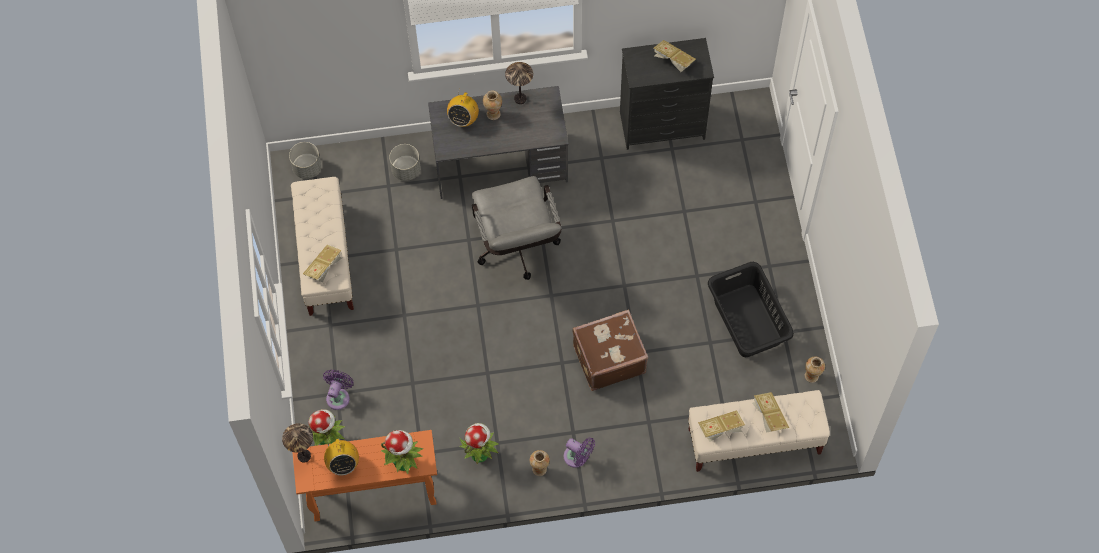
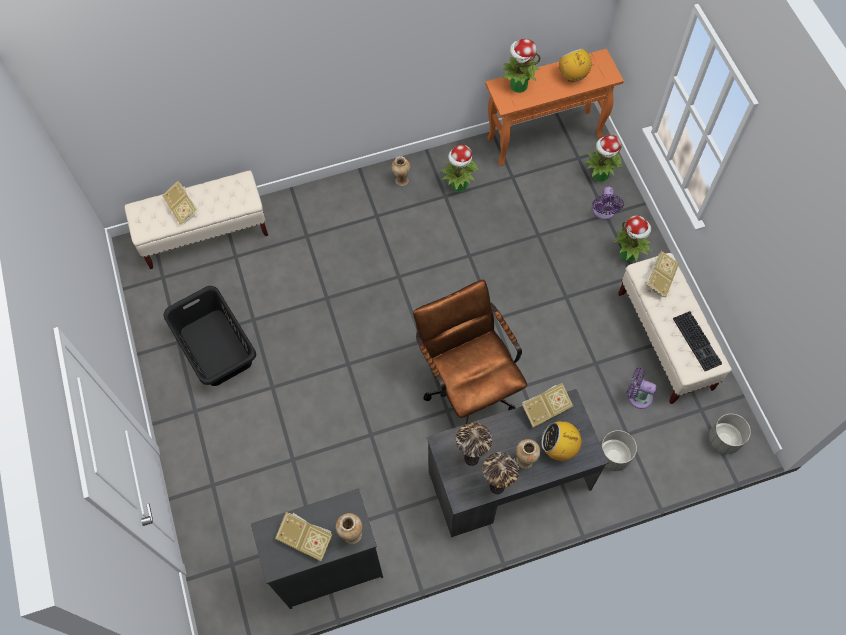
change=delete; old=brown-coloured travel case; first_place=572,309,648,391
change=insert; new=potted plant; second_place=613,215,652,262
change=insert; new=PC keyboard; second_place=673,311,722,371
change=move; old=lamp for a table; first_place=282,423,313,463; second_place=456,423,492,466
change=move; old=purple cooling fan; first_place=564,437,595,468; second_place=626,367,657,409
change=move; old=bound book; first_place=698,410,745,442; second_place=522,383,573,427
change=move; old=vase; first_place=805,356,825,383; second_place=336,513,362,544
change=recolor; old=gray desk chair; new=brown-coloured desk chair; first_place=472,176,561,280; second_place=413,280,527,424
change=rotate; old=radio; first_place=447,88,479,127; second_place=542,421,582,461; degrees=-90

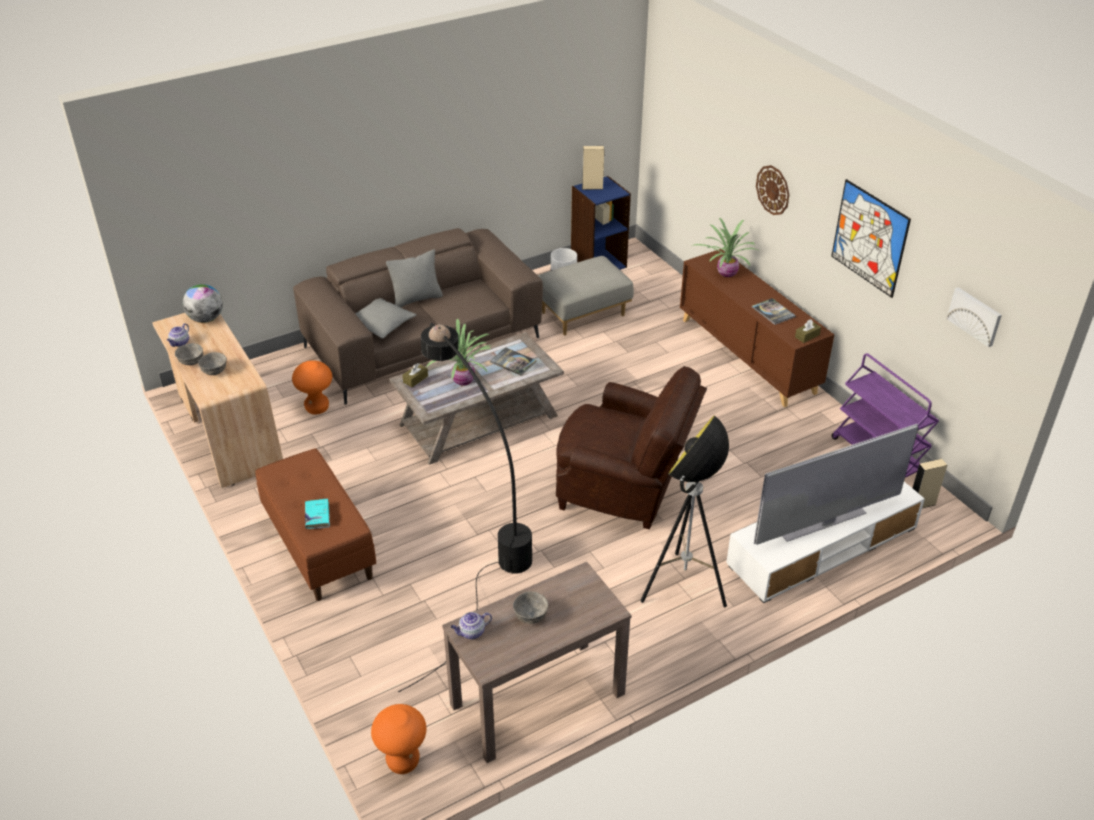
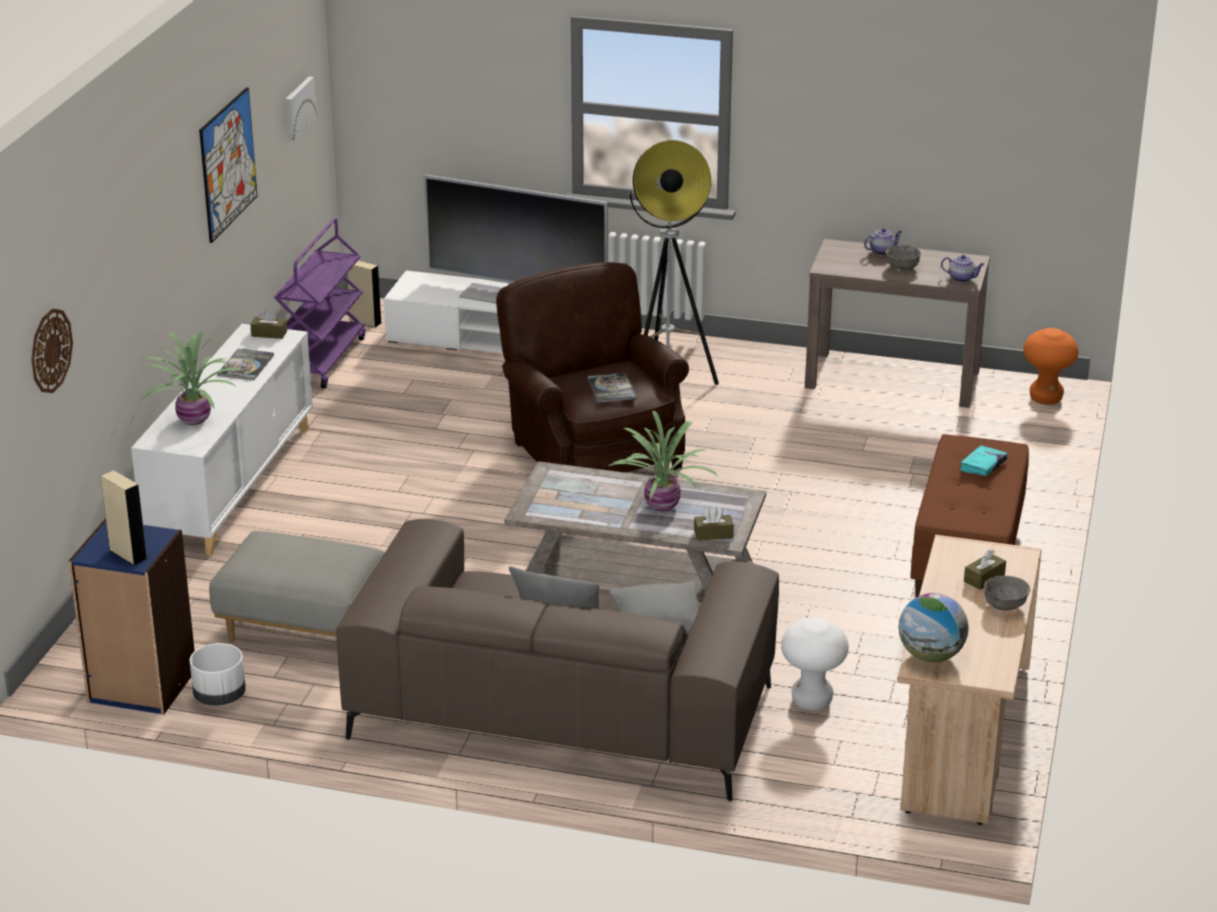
change=delete; old=black standard lamp; first_place=398,323,532,693
change=move; old=tea pot; first_place=167,323,189,347; second_place=864,228,902,255
change=move; old=bound book; first_place=490,347,537,375; second_place=587,372,637,403
change=move; old=hanging clock; first_place=756,165,789,215; second_place=31,309,73,393
change=replace; old=gray bowl; new=brown-coloured box of tissues; first_place=198,352,227,375; second_place=964,550,1006,590
change=recolor; old=orange-coloured sitting stool; new=white-coloured sitting stool; first_place=292,360,332,414; second_place=781,617,849,711
change=recolor; old=brown-coloured storage cabinet; new=white-coloured storage cabinet; first_place=680,249,834,407; second_place=131,324,313,556

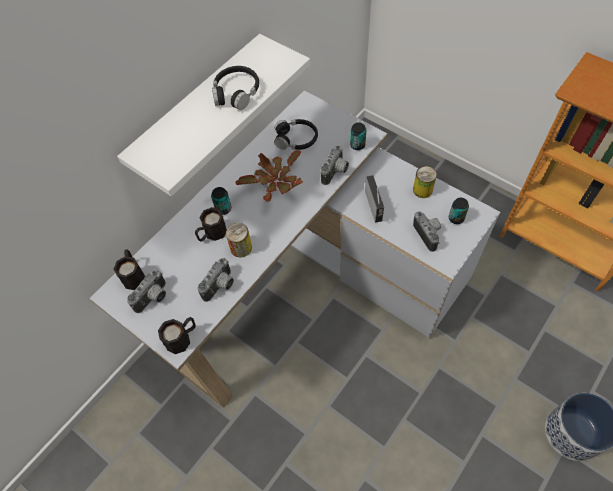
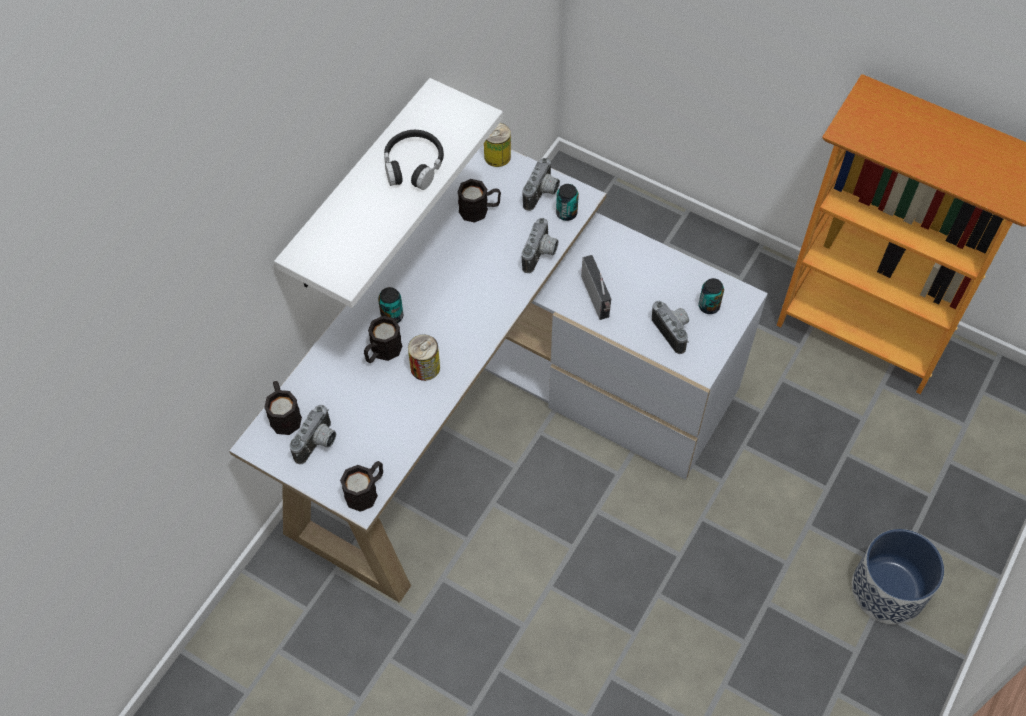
change=delete; old=potted plant; first_place=235,150,303,202
change=move; old=still camera; first_place=198,258,234,302; second_place=523,158,560,211
change=move; old=can; first_place=413,166,437,198; second_place=484,123,511,167
change=replace; old=black headphones; new=black mug; first_place=274,119,318,150; second_place=458,179,501,223

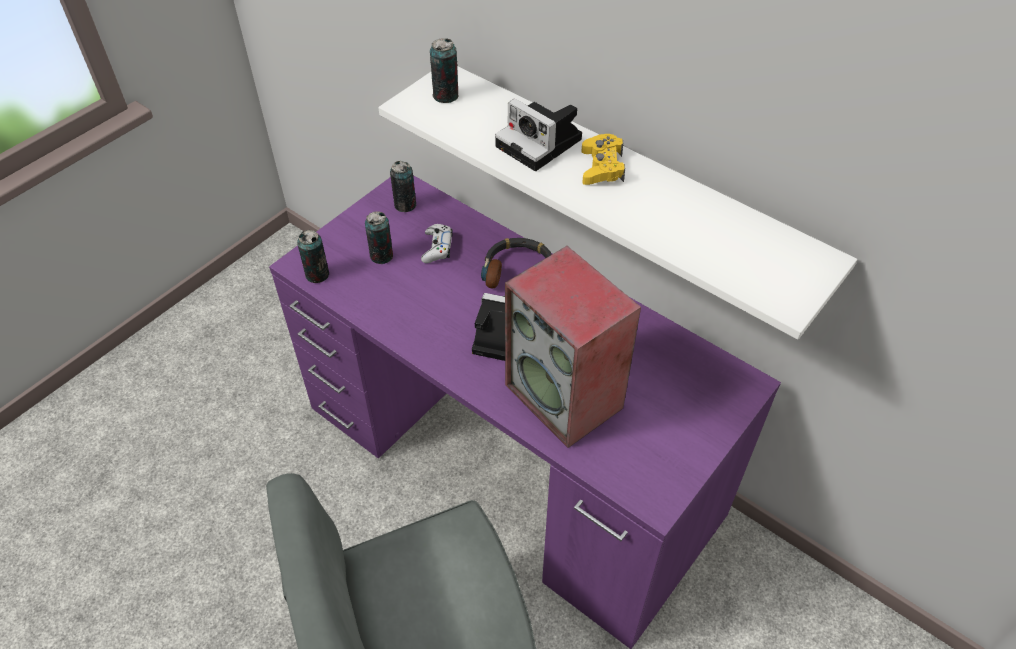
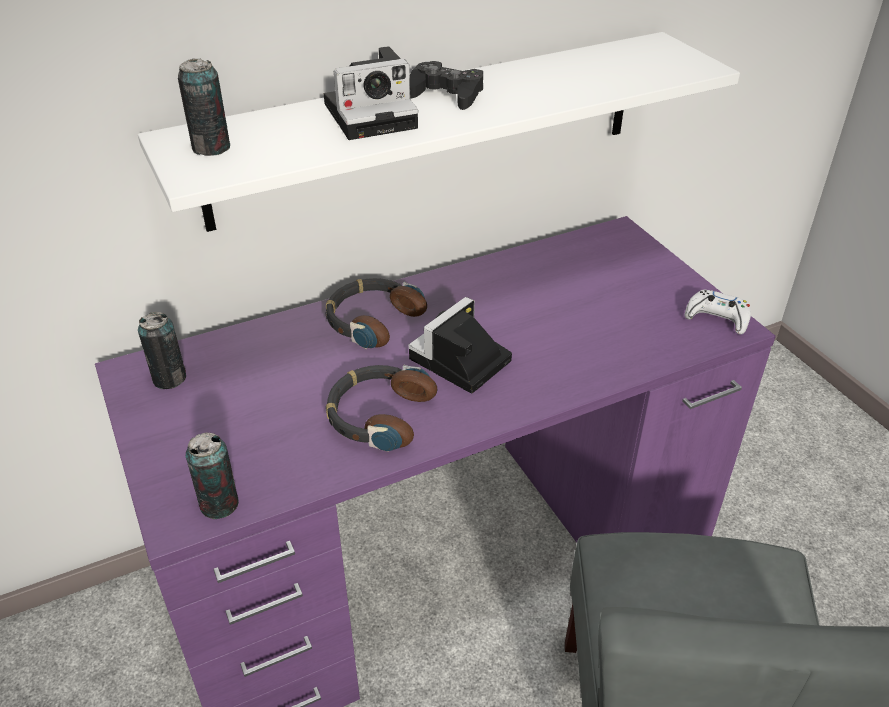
change=delete; old=can; first_place=365,211,393,264
change=delete; old=loudspeaker; first_place=505,246,641,448
change=insert; new=headphones; second_place=326,365,438,452
change=move; old=white-coloured joypad; first_place=421,224,453,263; second_place=684,290,751,334
change=recolor; old=yellow-coloured joypad; new=black joypad; first_place=582,134,625,185; second_place=410,61,483,110

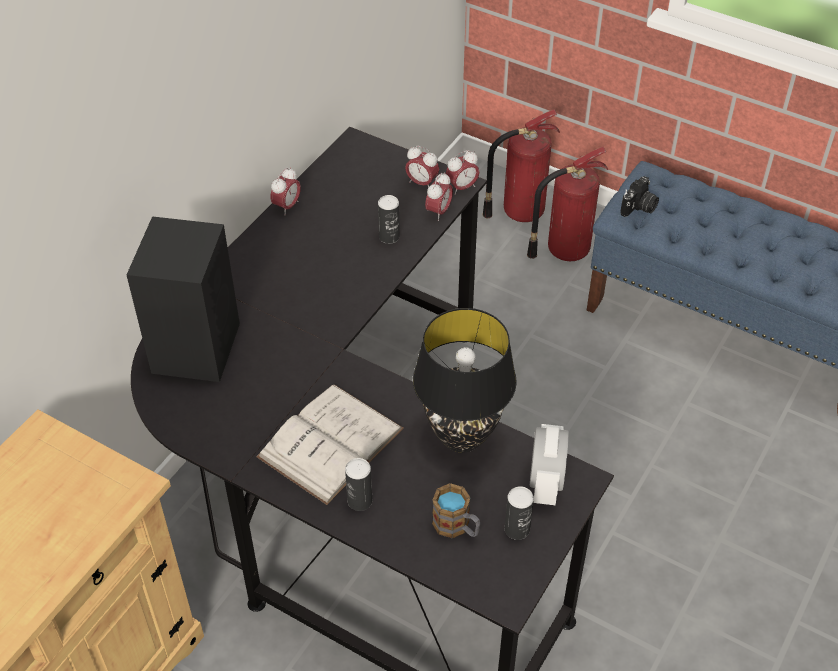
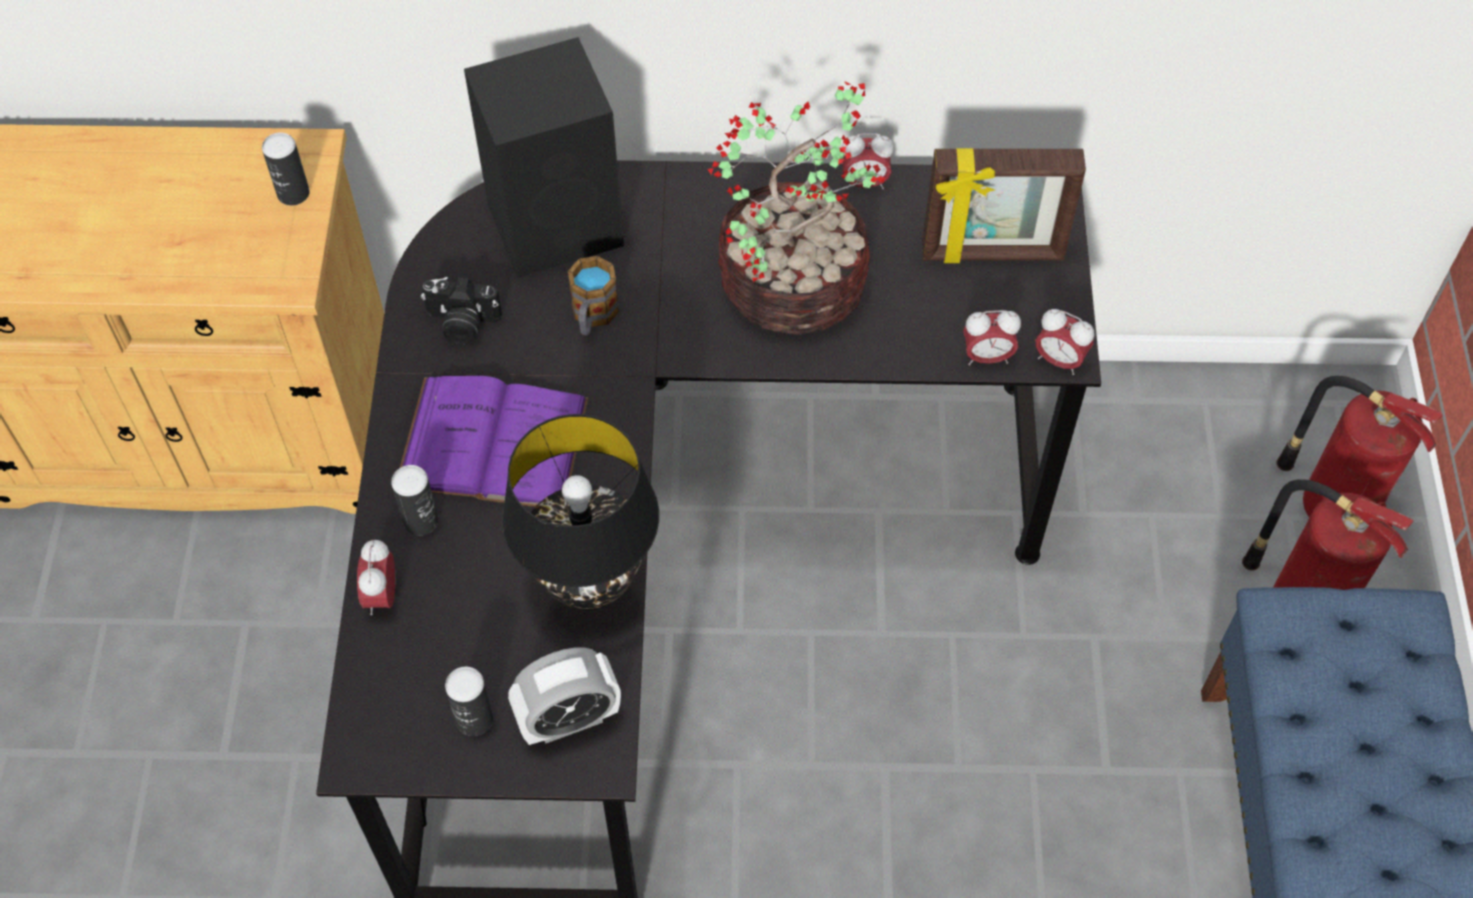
change=insert; new=potted plant; second_place=707,81,885,335
change=insert; new=picture frame; second_place=922,148,1086,263
change=move; old=can; first_place=378,195,400,244; second_place=262,132,310,206
change=move; old=bedside clock; first_place=405,146,439,188; second_place=357,540,395,615
change=move; old=mug; first_place=432,483,480,538; second_place=568,256,619,335
change=move; old=still camera; first_place=620,176,659,217; second_place=421,277,502,345
change=recolor; old=white-coloured bound book; new=purple bound book; first_place=257,384,404,505; second_place=400,376,588,507

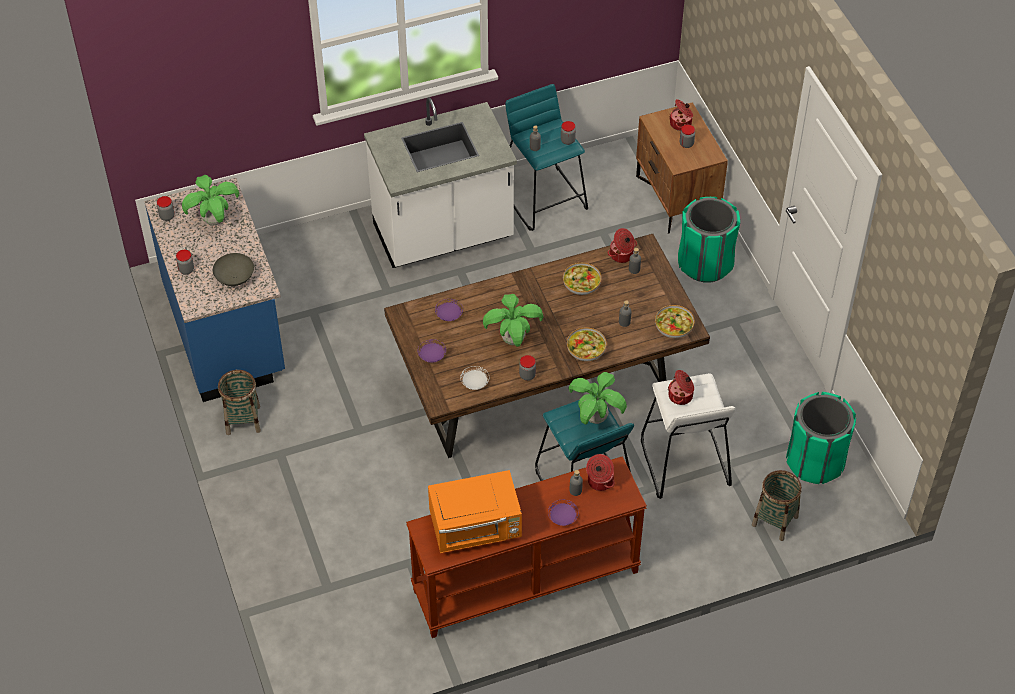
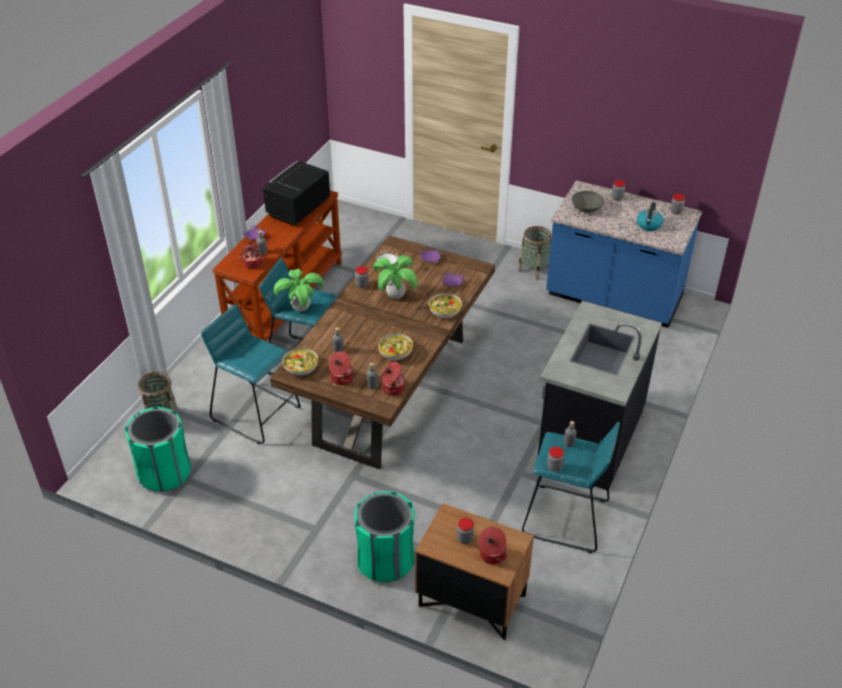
change=move; old=bowl; first_place=567,328,606,361; second_place=429,293,462,318
change=move; old=stockpot; first_place=668,370,694,405; second_place=329,351,353,385
change=replace; old=potted plant; new=water kettle; first_place=182,175,240,226; second_place=637,202,664,231
change=recolor; old=white-coloured counter; new=black counter; first_place=364,97,517,268; second_place=538,301,662,490
change=recolor; old=orange-coloured kitchen microwave; new=black kitchen microwave; first_place=428,470,522,553; second_place=263,161,330,226
change=recolor; old=white-coloured sitting stool; new=turquoise sitting stool; first_place=641,373,736,499; second_place=201,304,301,445

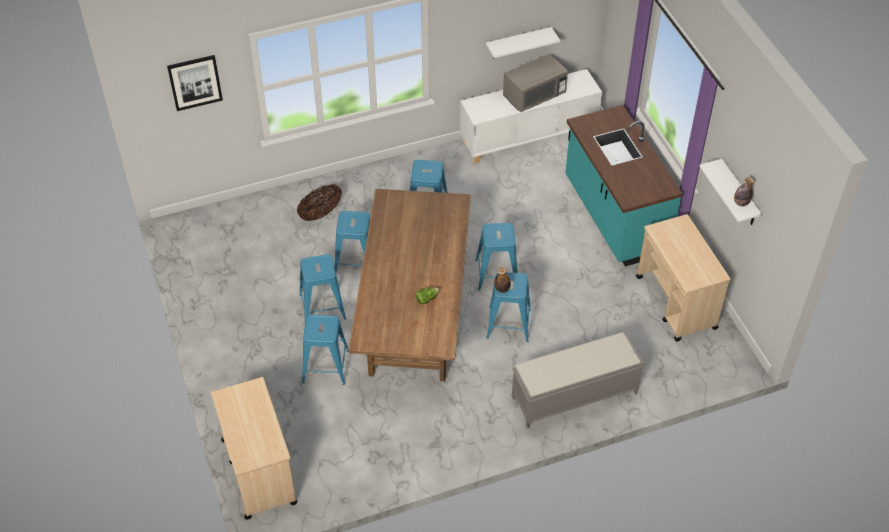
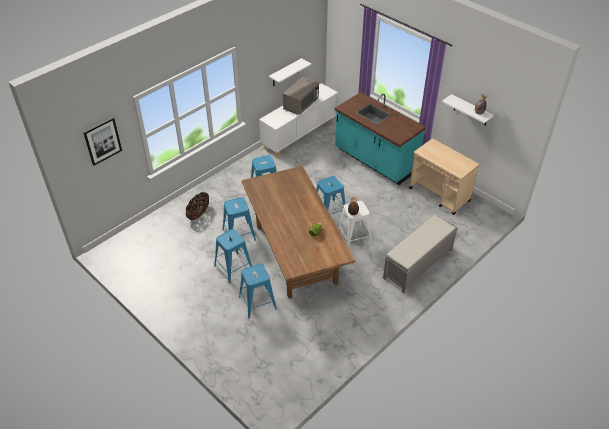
change=delete; old=sand-coloured cart; first_place=211,377,297,520
change=recolor; old=blue sitting stool; new=white-coloured sitting stool; first_place=486,272,531,342; second_place=338,201,372,247

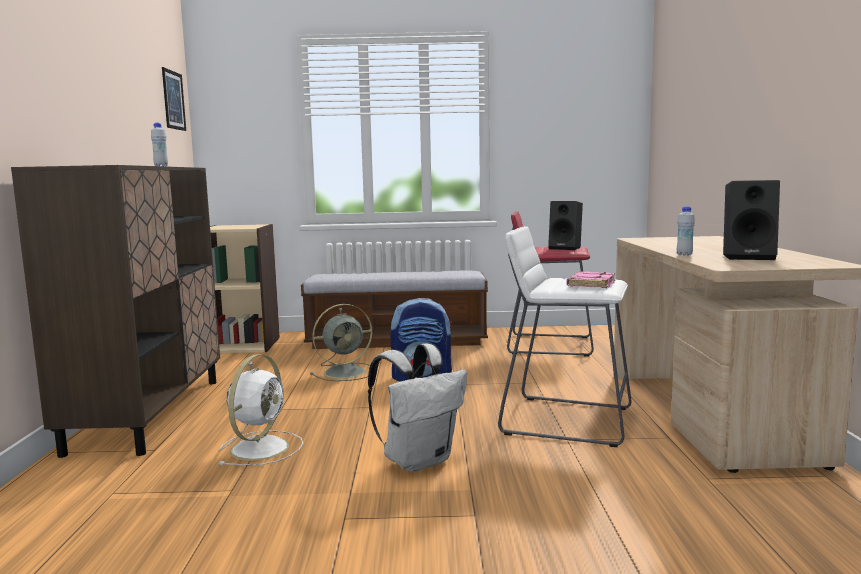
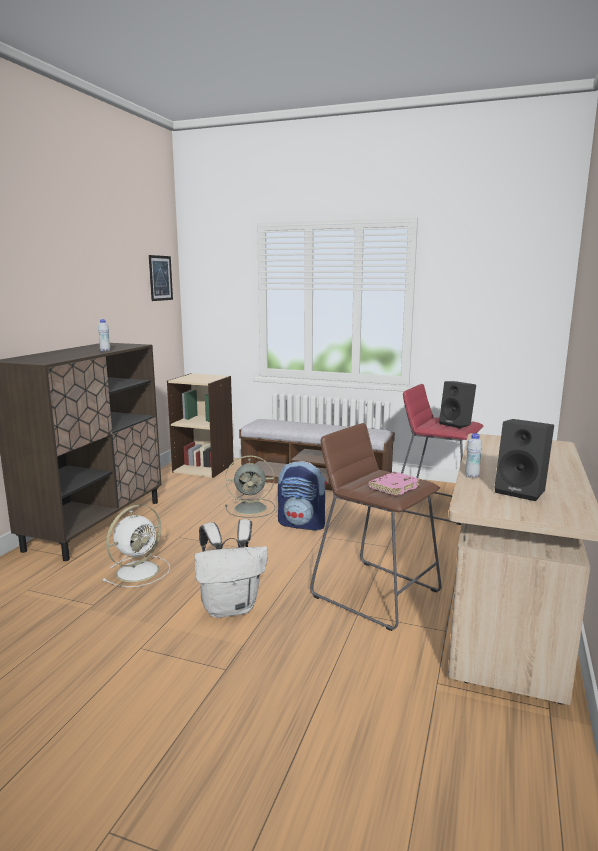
change=recolor; old=white-coloured sitting stool; new=brown-coloured sitting stool; first_place=498,226,632,447; second_place=310,423,442,631

